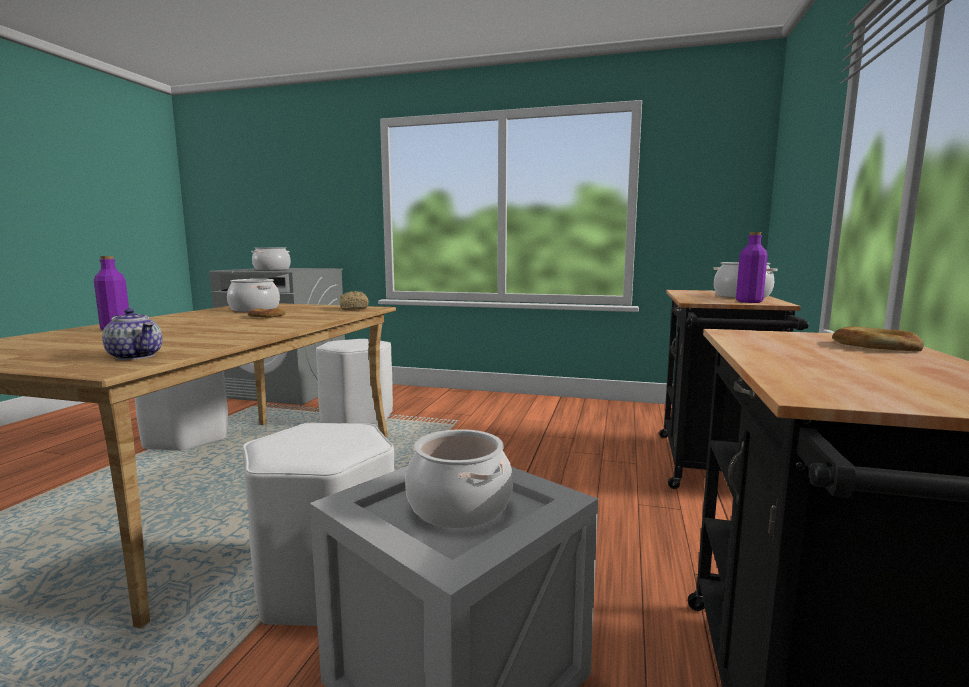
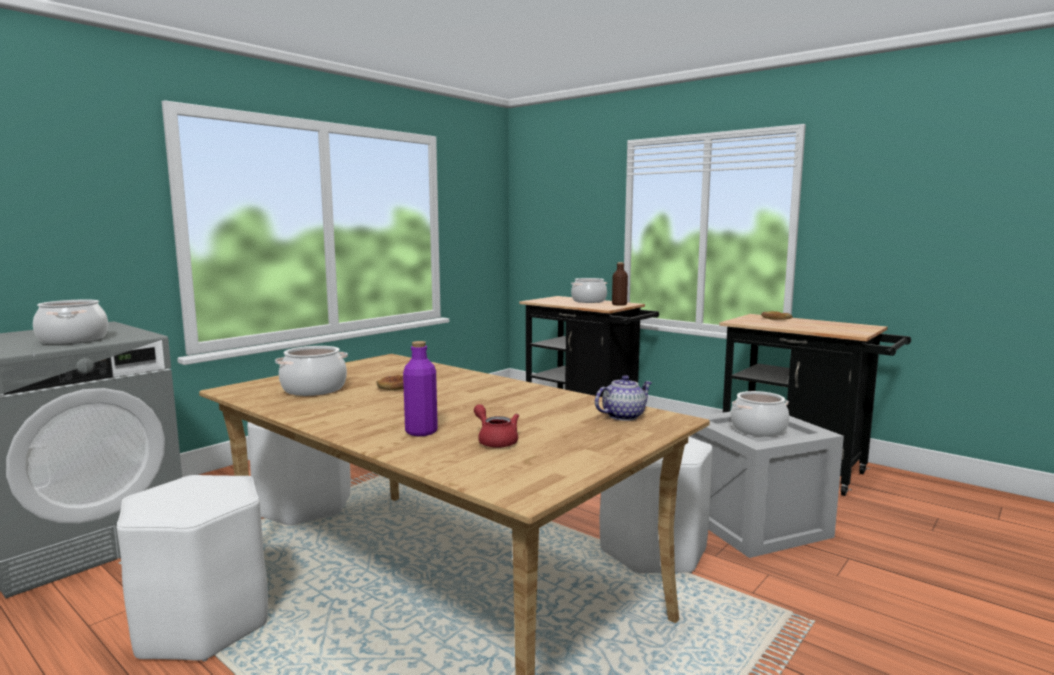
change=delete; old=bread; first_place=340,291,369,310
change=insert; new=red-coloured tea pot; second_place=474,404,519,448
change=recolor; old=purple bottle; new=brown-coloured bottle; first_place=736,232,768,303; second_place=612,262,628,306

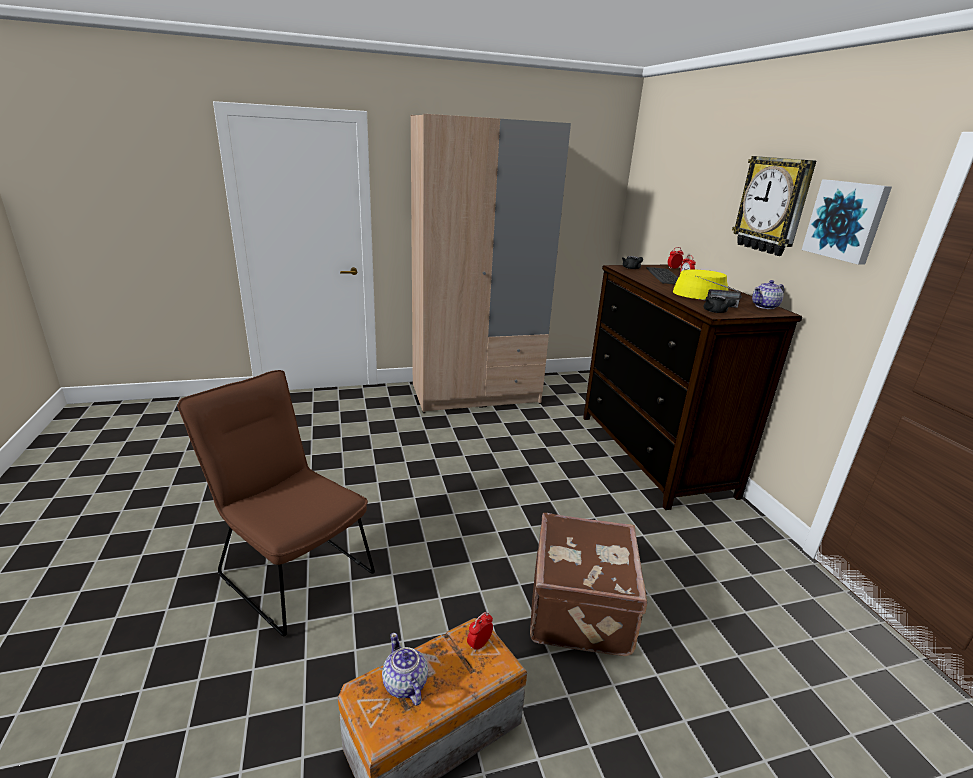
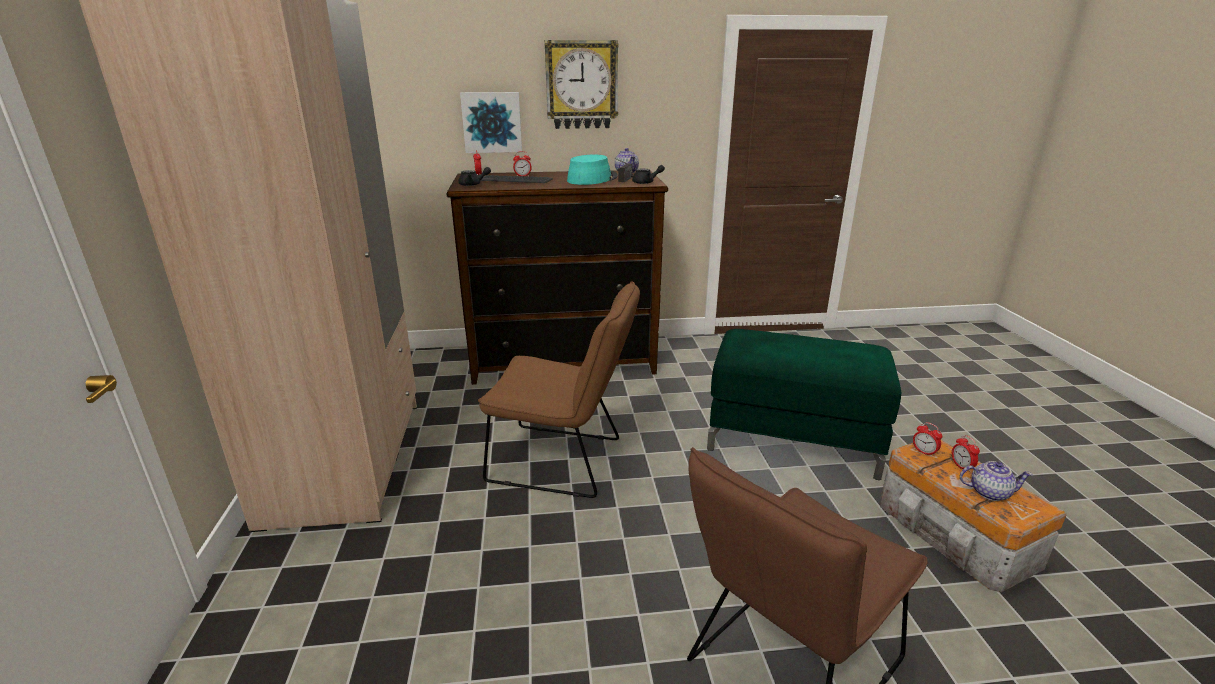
change=insert; new=brown-coloured plain chair; second_place=478,281,640,498
change=insert; new=bedside clock; second_place=952,435,980,472
change=move; old=wall art; first_place=802,179,892,265; second_place=460,92,522,153
change=replace; old=brown-coloured travel case; new=green-coloured footrest; first_place=530,513,648,656; second_place=707,329,901,480
change=recolor; old=yellow-coloured wearable hat; new=turquoise wearable hat; first_place=673,270,742,301; second_place=567,155,618,185
change=rotate; old=tea pot; first_place=382,633,428,706; second_place=960,461,1033,501; degrees=-150

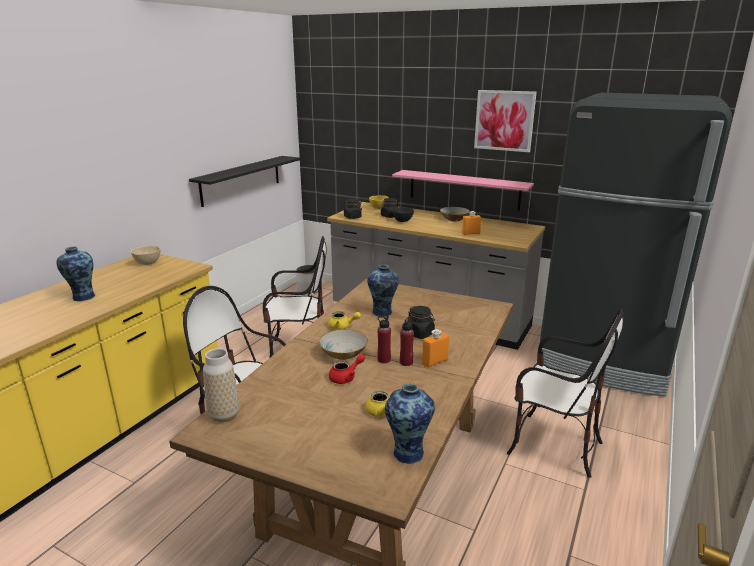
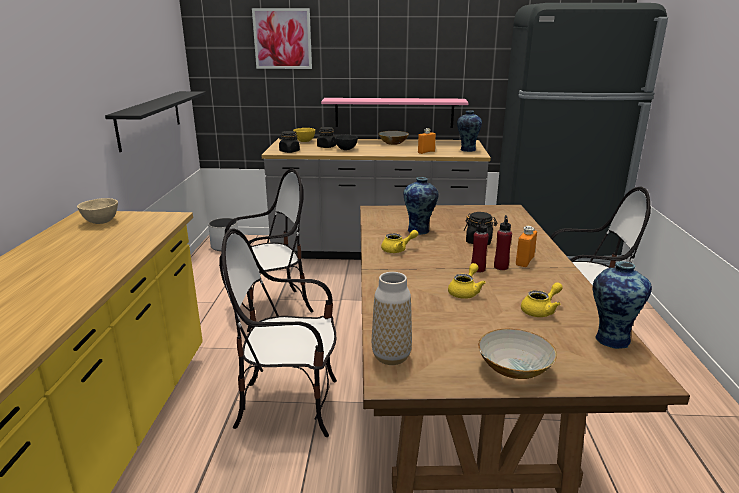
change=move; old=vase; first_place=57,247,96,301; second_place=457,110,482,152
change=move; old=bowl; first_place=319,329,368,360; second_place=478,328,557,379
change=move; old=wall art; first_place=474,90,537,152; second_place=252,8,312,69
change=recolor; old=red-coloured tea pot; new=yellow-coloured tea pot; first_place=329,354,365,384; second_place=448,263,486,299

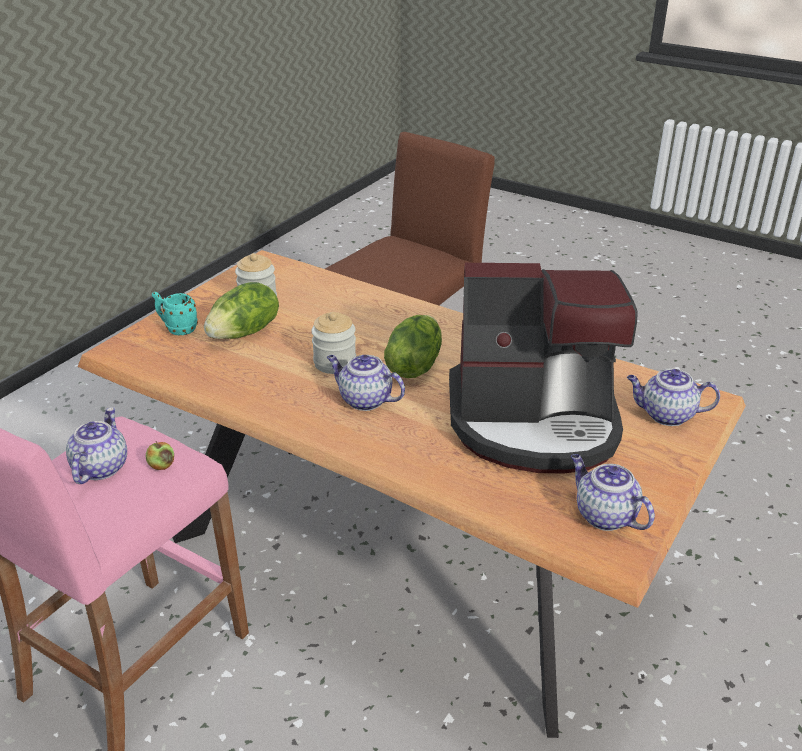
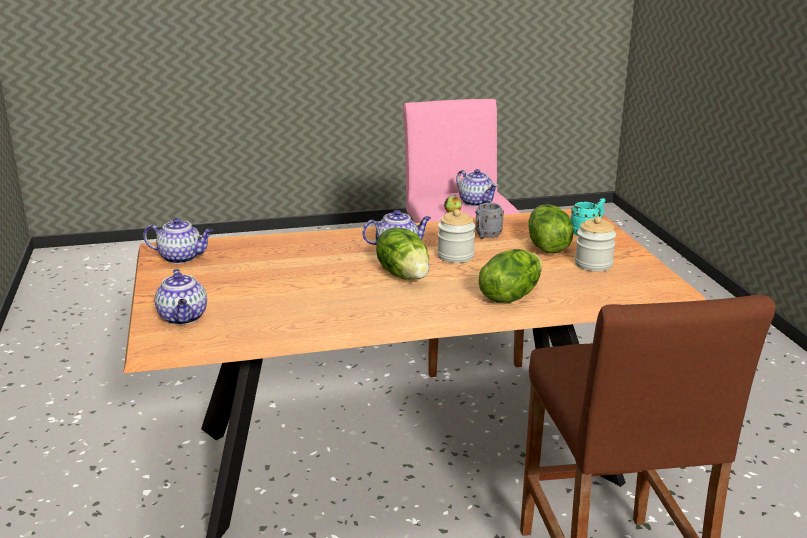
change=delete; old=coffee brewer; first_place=449,263,638,473
change=insert; new=gray mug; second_place=475,203,504,239
change=insert; new=lettuce head; second_place=479,249,542,303
change=rotate; old=tea pot; first_place=627,368,720,426; second_place=155,269,207,325; degrees=105

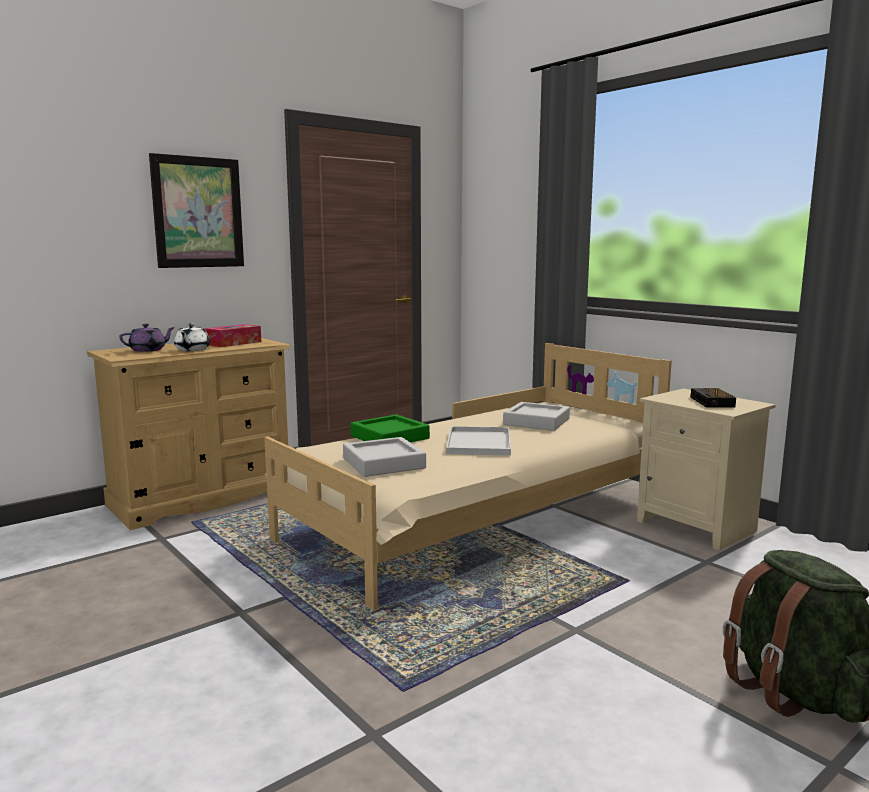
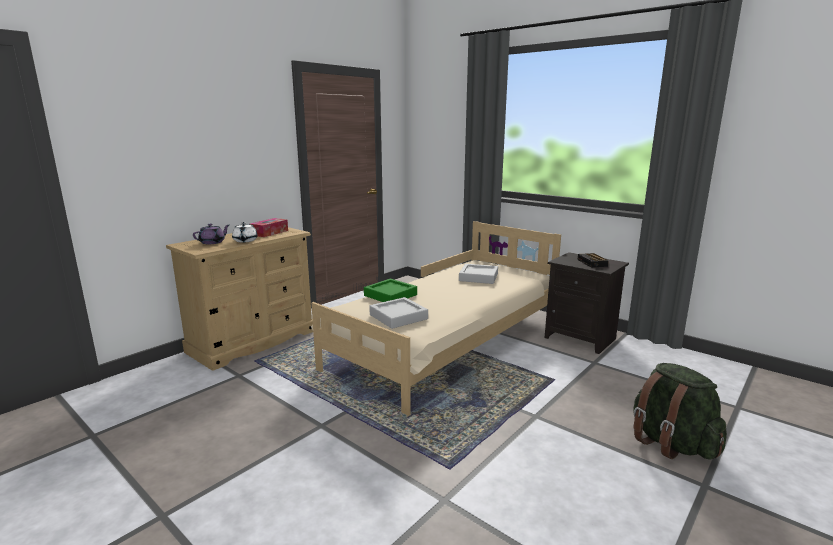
change=delete; old=wall art; first_place=149,153,244,268
change=delete; old=white-coloured tray; first_place=446,426,511,456
change=recolor; old=sand-coloured bedside table; new=black bedside table; first_place=637,389,776,551; second_place=545,252,629,354

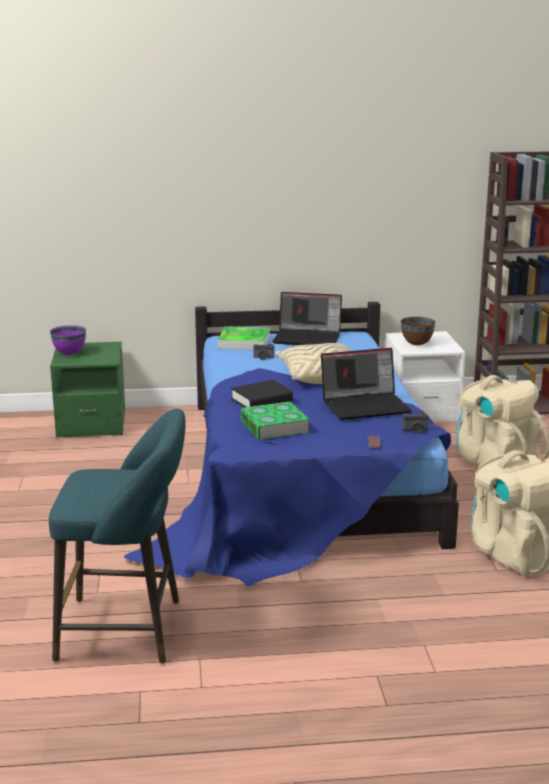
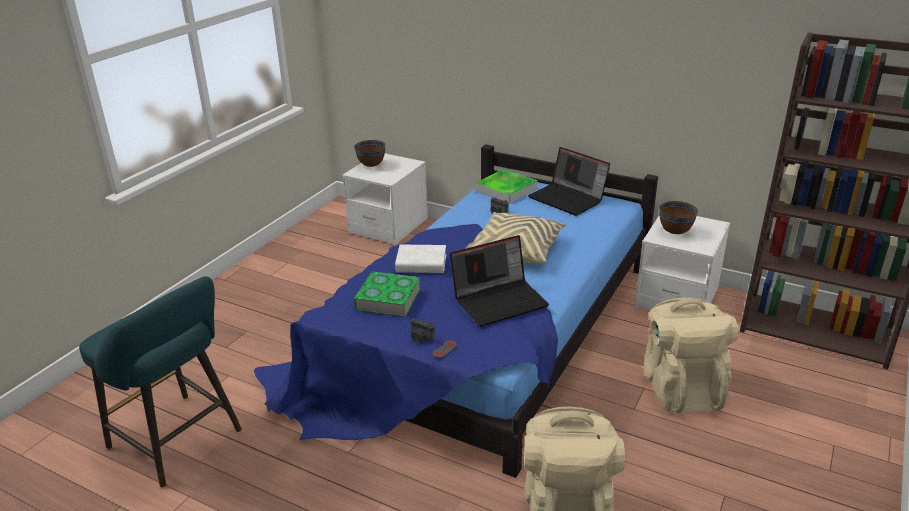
change=move; old=still camera; first_place=402,413,429,434; second_place=411,318,435,343
change=recolor; old=purple bowl; new=brown-coloured bowl; first_place=50,325,86,355; second_place=354,140,386,167
change=recolor; old=green-coloured bedside table; new=white-coloured bedside table; first_place=50,342,125,438; second_place=342,154,428,245
change=recolor; old=black bound book; new=white-coloured bound book; first_place=231,380,293,407; second_place=395,245,446,273
change=rotate; old=notebook computer; first_place=321,348,412,420; second_place=450,235,549,327; degrees=-45

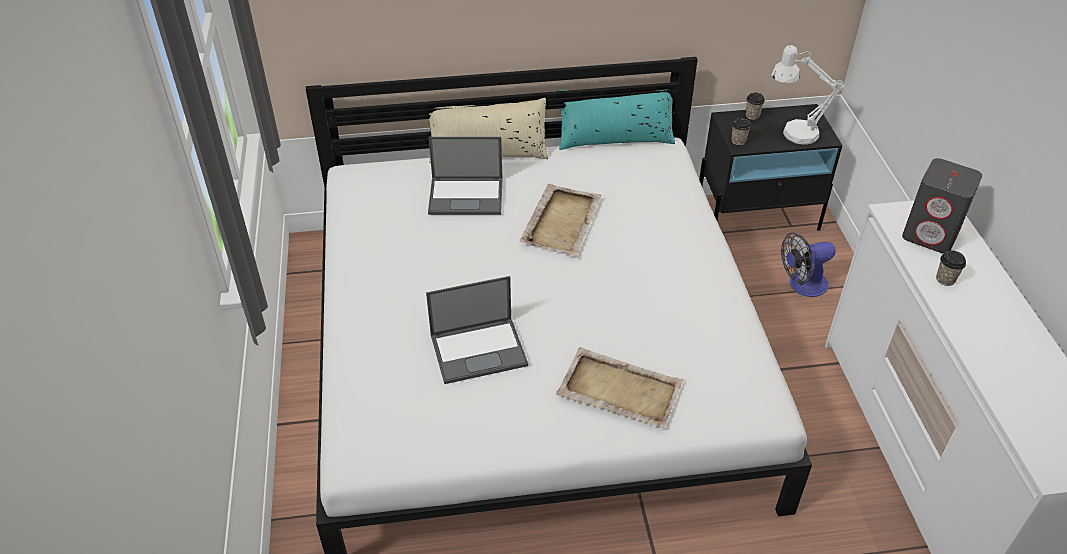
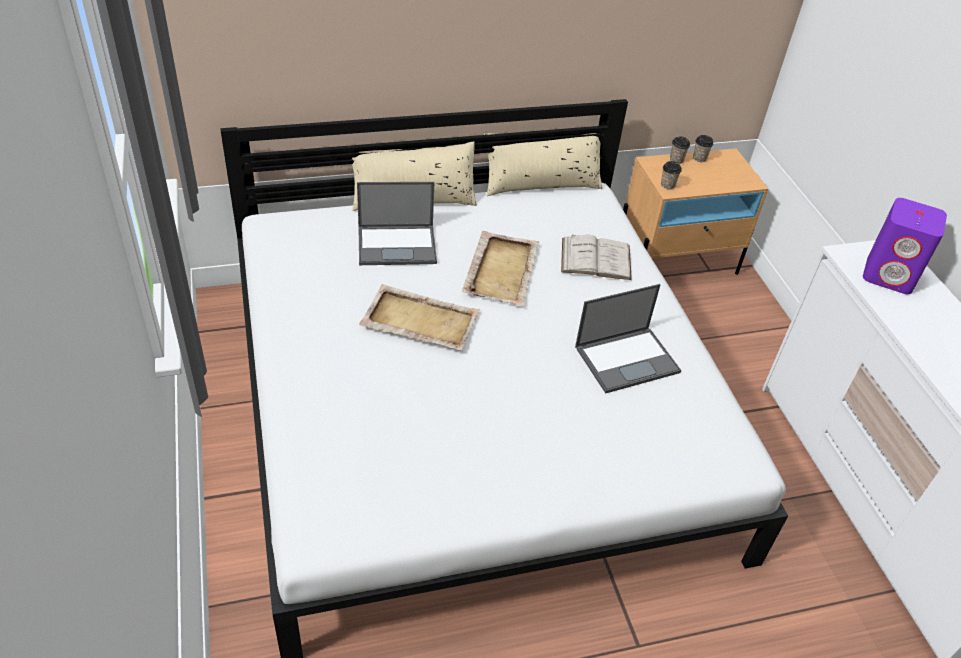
change=delete; old=white-coloured lamp for a table; first_place=771,45,844,145
change=delete; old=cooling fan; first_place=781,233,836,297
change=insert; new=white-coloured bound book; second_place=561,235,632,280
change=move; old=notebook computer; first_place=426,276,528,384; second_place=575,284,681,394
change=move; old=sand-coloured tray; first_place=556,347,684,428; second_place=359,284,480,350
change=move; old=cup; first_place=936,251,966,286; second_place=693,135,713,162
change=recolor; old=turquoise throw pillow; new=sand-coloured throw pillow; first_place=557,89,675,150; second_place=484,133,603,196
change=recolor; old=black bedside table; new=sand-coloured bedside table; first_place=699,104,843,231; second_place=623,148,768,275
change=recolor; old=gray loudspeaker; new=purple loudspeaker; first_place=902,158,982,254; second_place=863,198,947,294

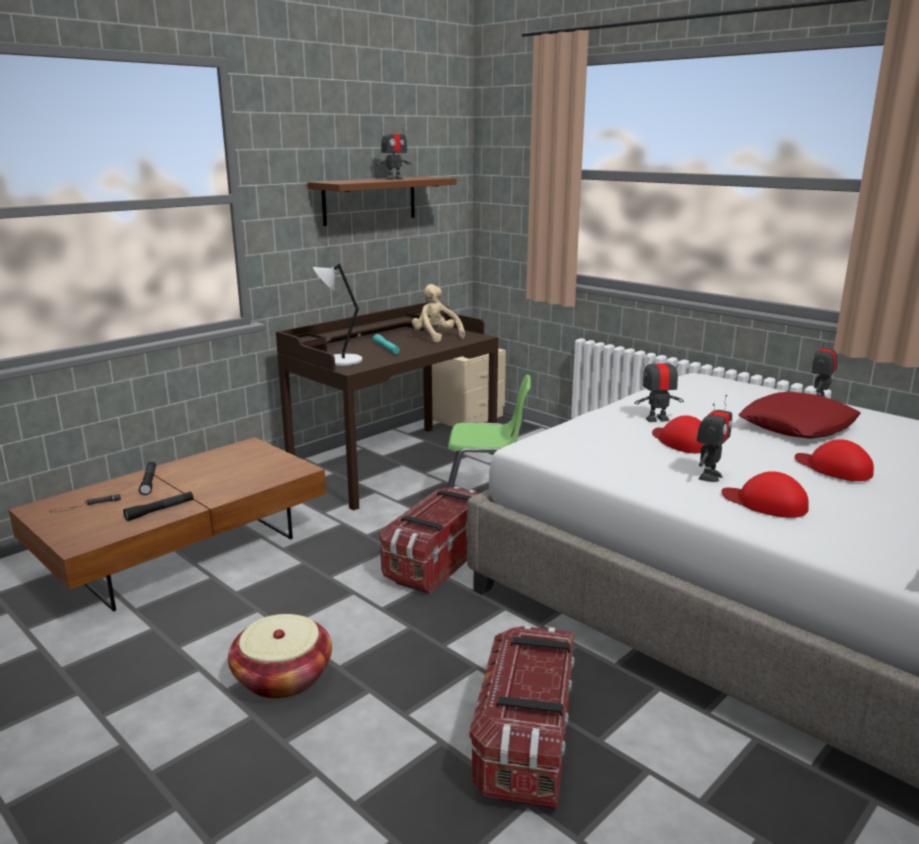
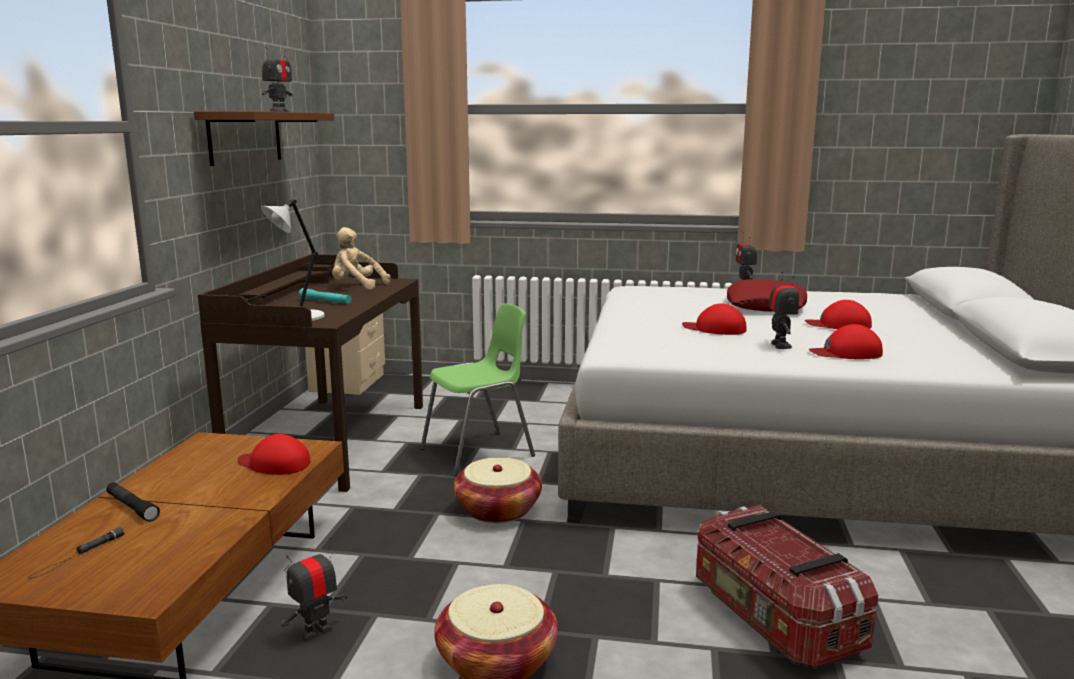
change=delete; old=black torch; first_place=123,491,194,521
change=insert; new=red-coloured baseball cap; second_place=238,434,310,475
change=move; old=robot figure; first_place=634,351,684,422; second_place=282,537,347,643
change=replace; old=storage bin; new=household basket; first_place=380,486,480,594; second_place=454,458,542,523

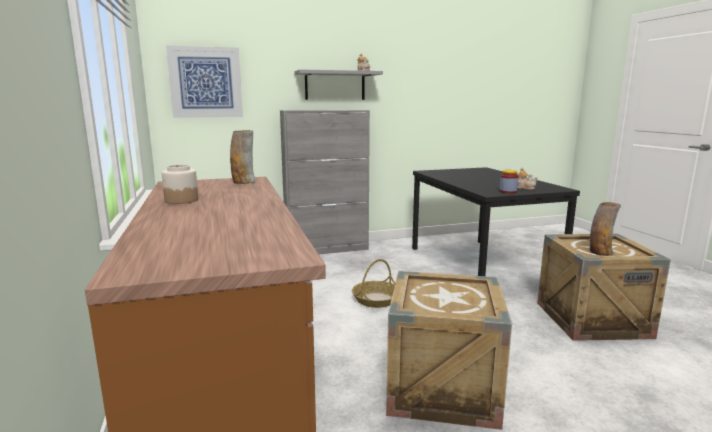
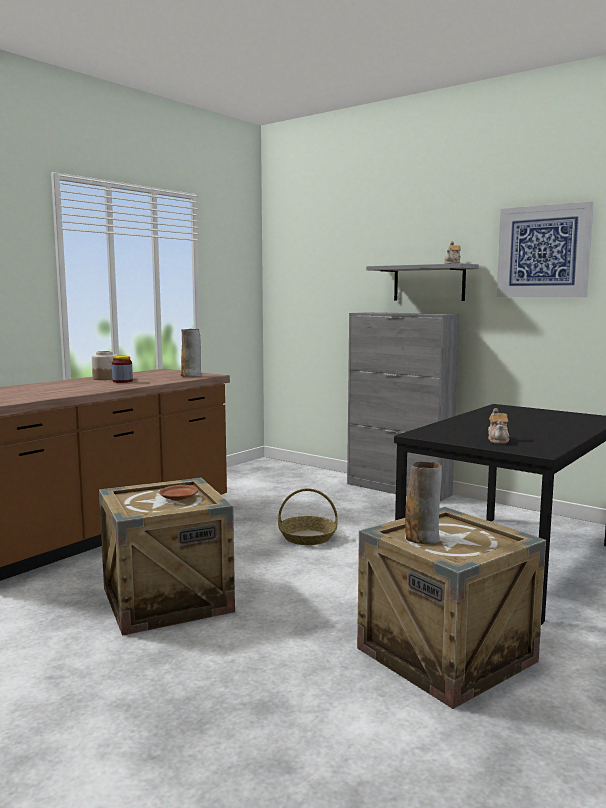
change=insert; new=brown-coloured flat dish; second_place=159,485,198,501
change=move; old=wall art; first_place=166,46,243,118; second_place=497,202,594,298
change=move; old=storage jar; first_place=500,170,518,194; second_place=112,356,133,383

